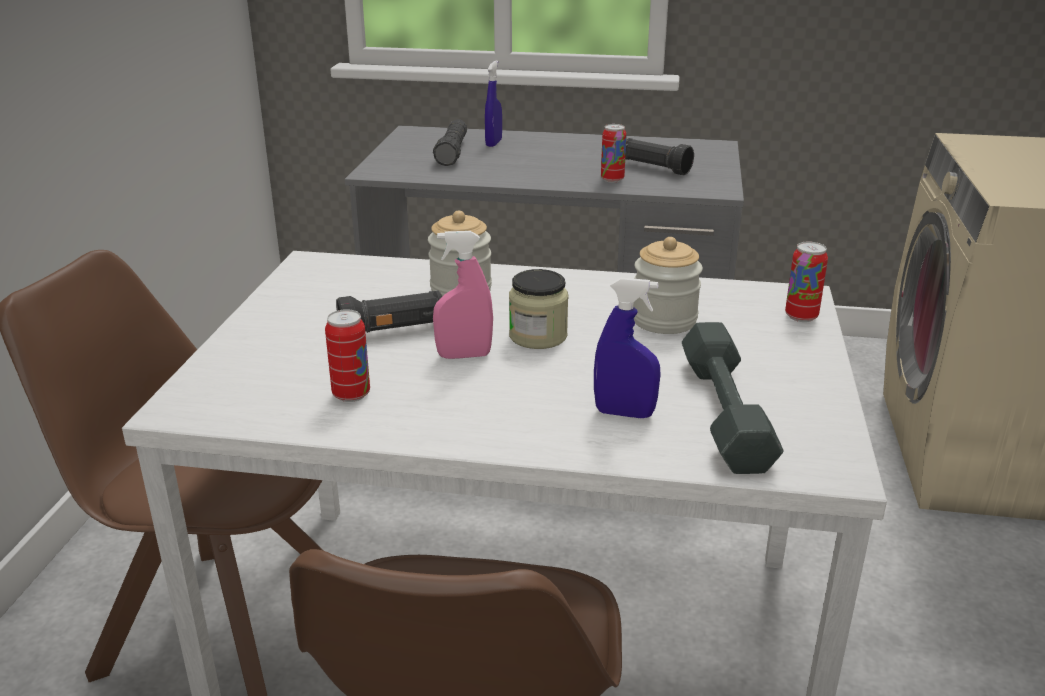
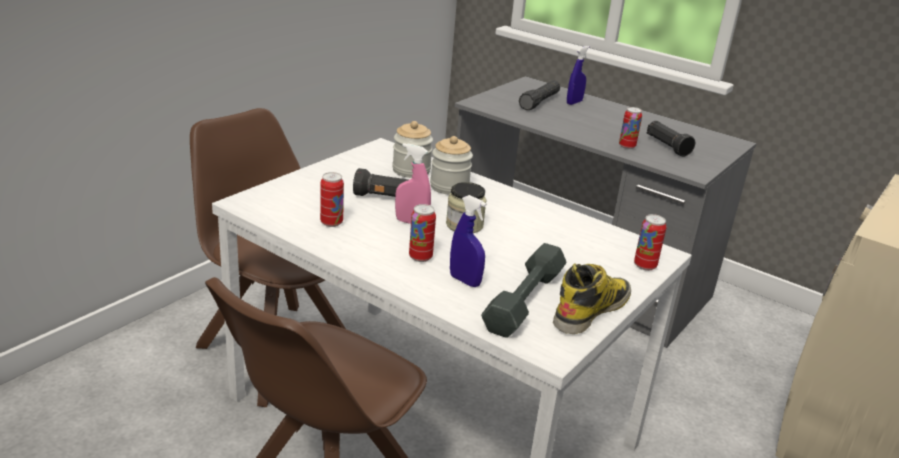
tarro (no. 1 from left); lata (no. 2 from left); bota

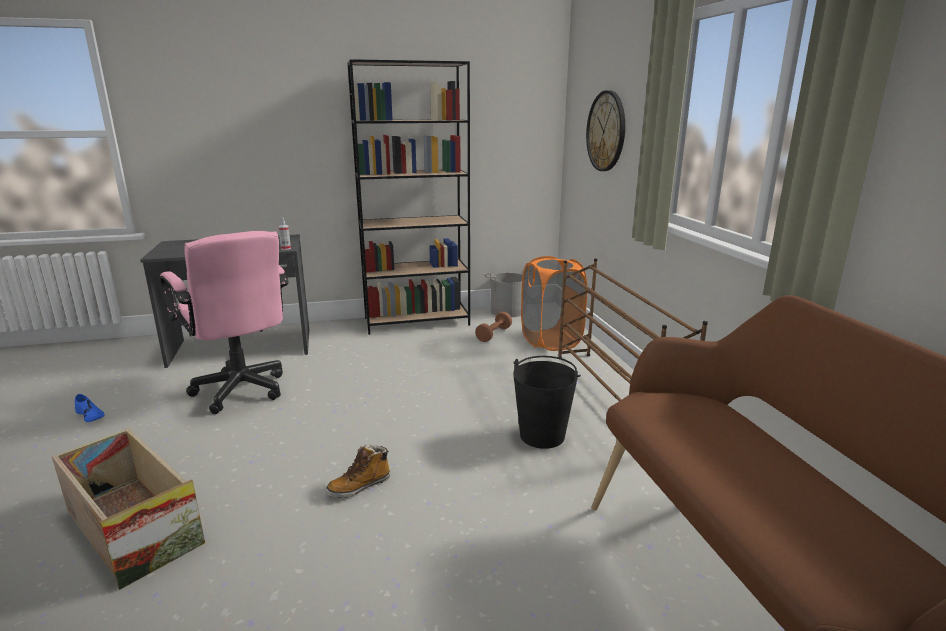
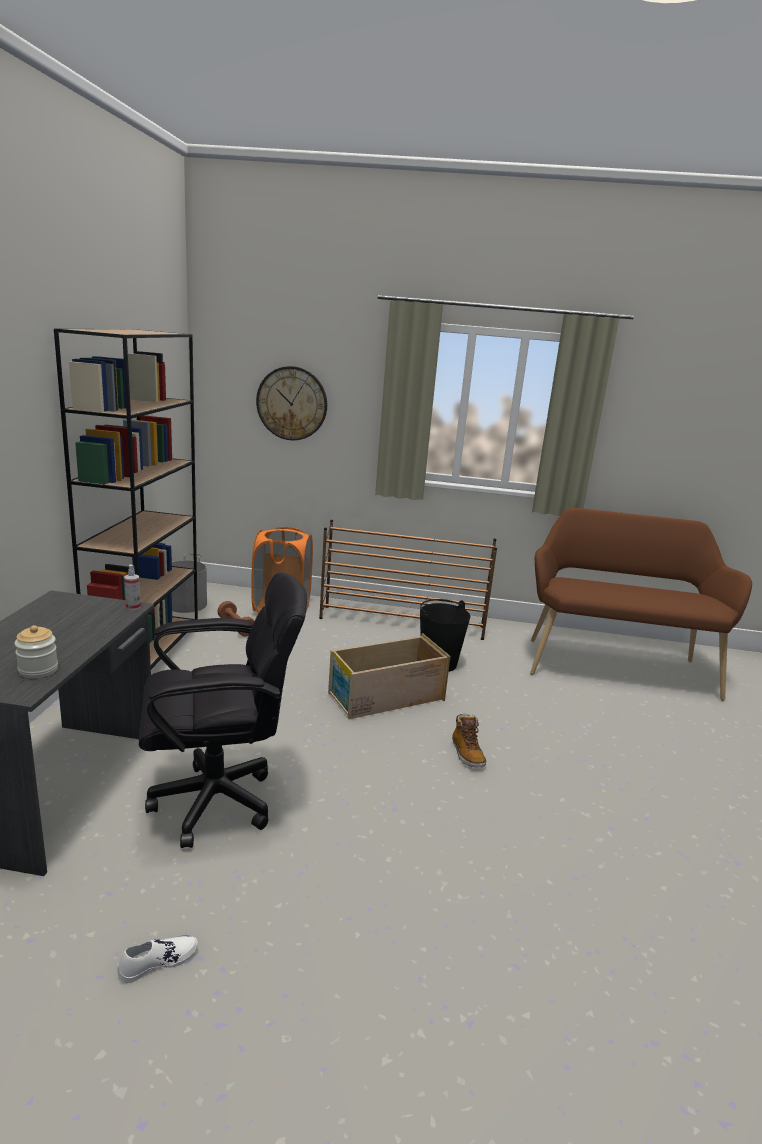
silla de oficina (negro); zapato (blanco); caja de embalaje; tarro

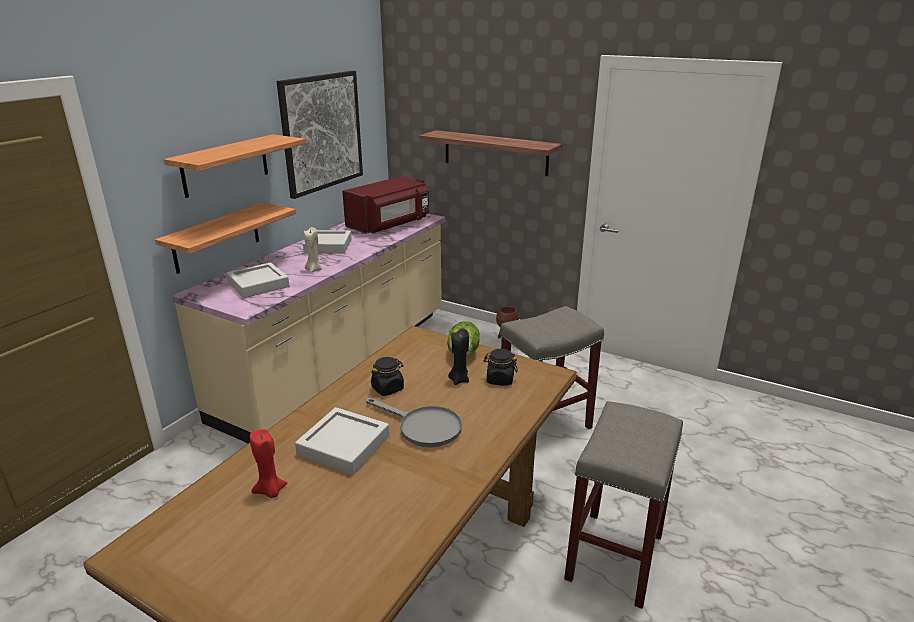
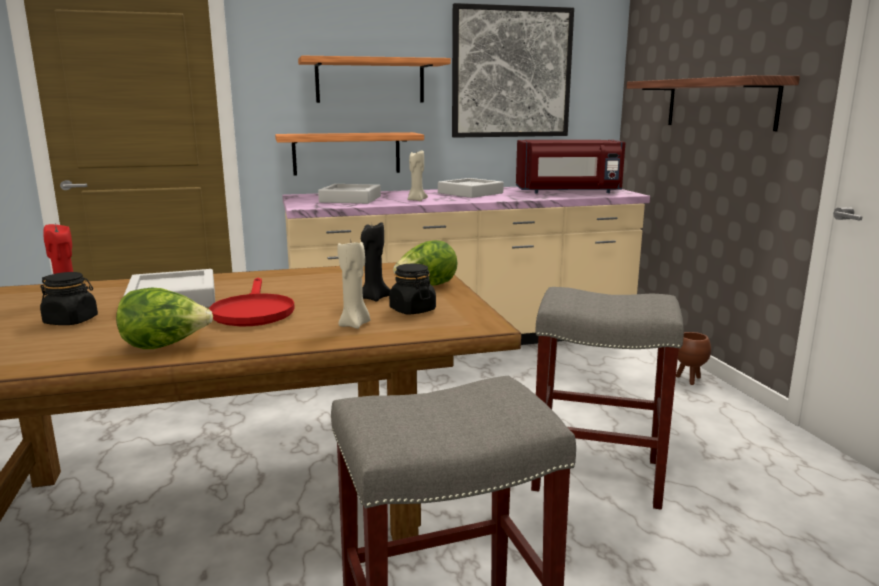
tarro (negro) (no. 1 from left); sartén (rojo); vela (beis) (no. 1 from left); lechuga (no. 1 from left)

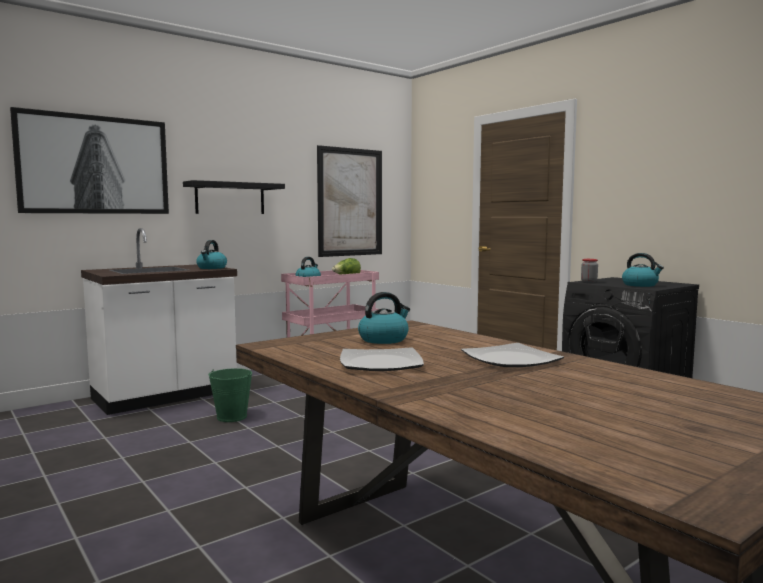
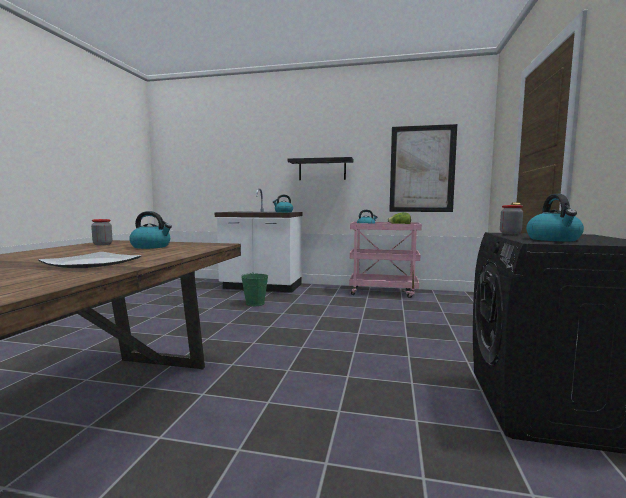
cuadro (no. 1 from left in the first image); plato (no. 1 from left in the first image); tarro (no. 1 from left)

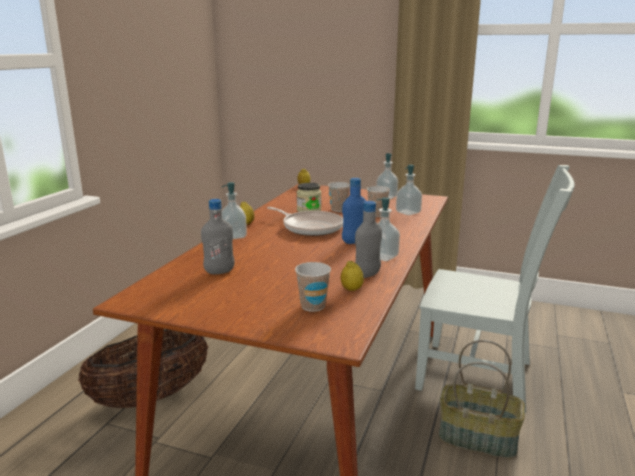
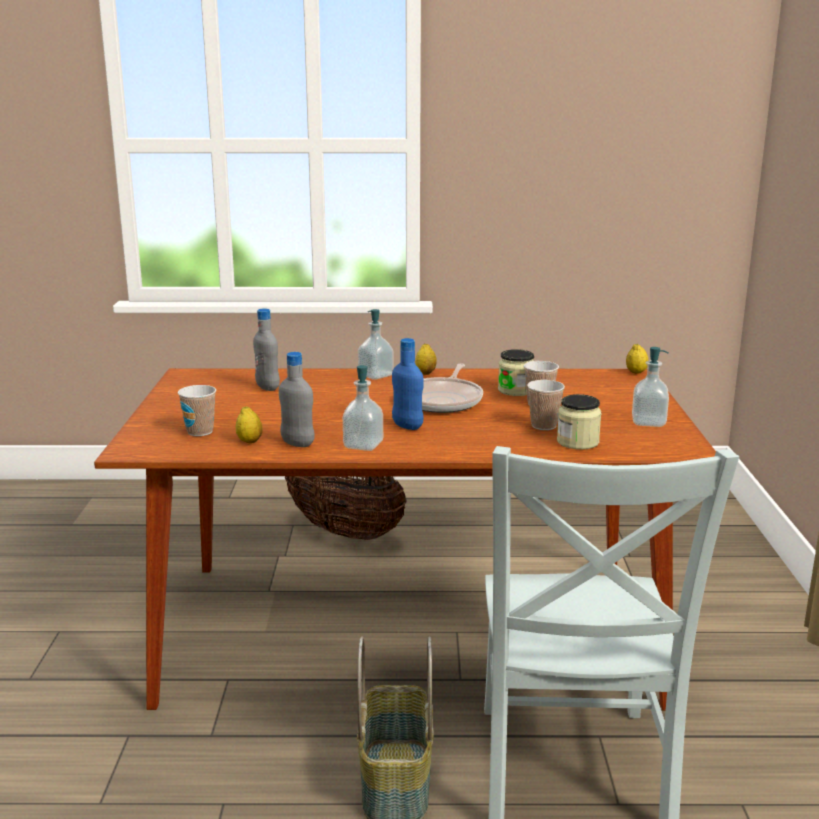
tarro (no. 2 from left)

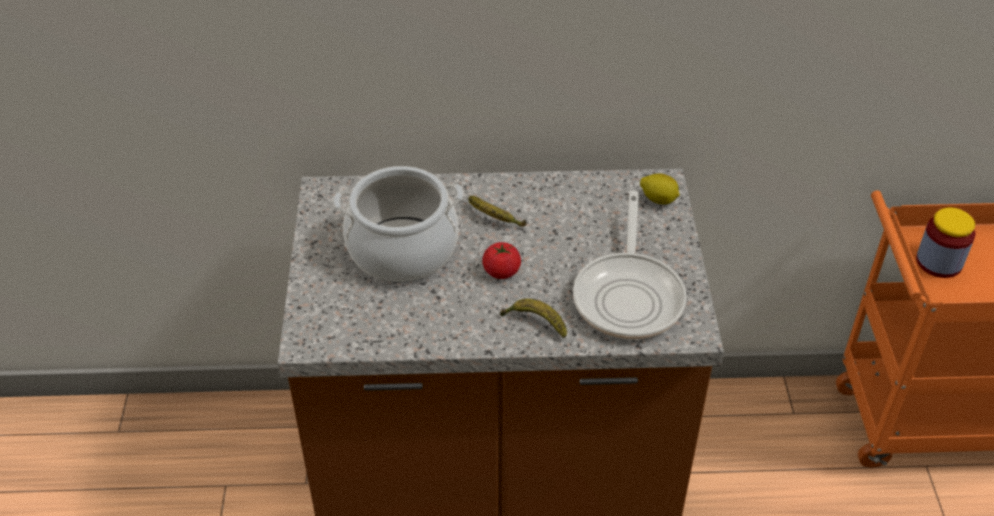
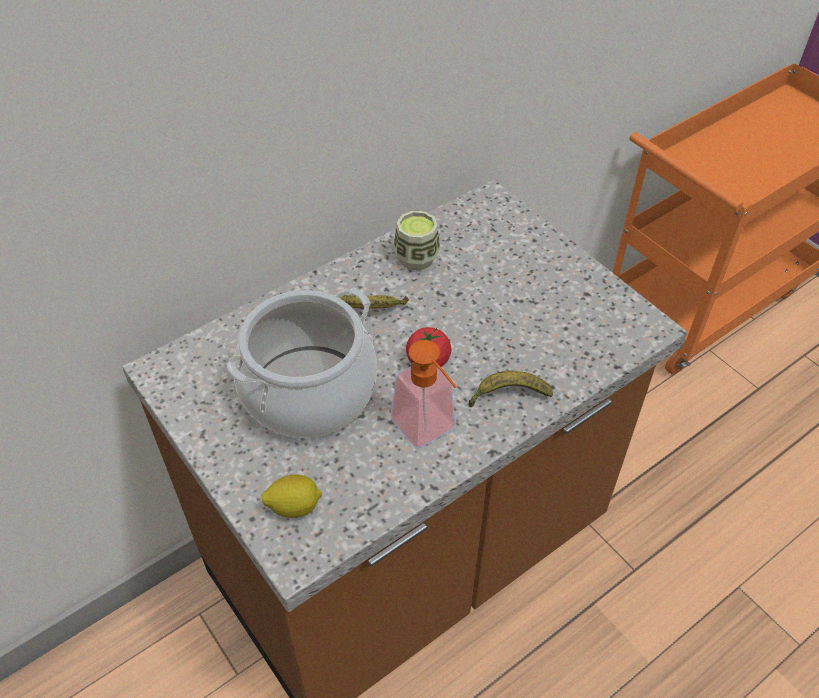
limón; sartén; tarro; taza; dispensador de jabón

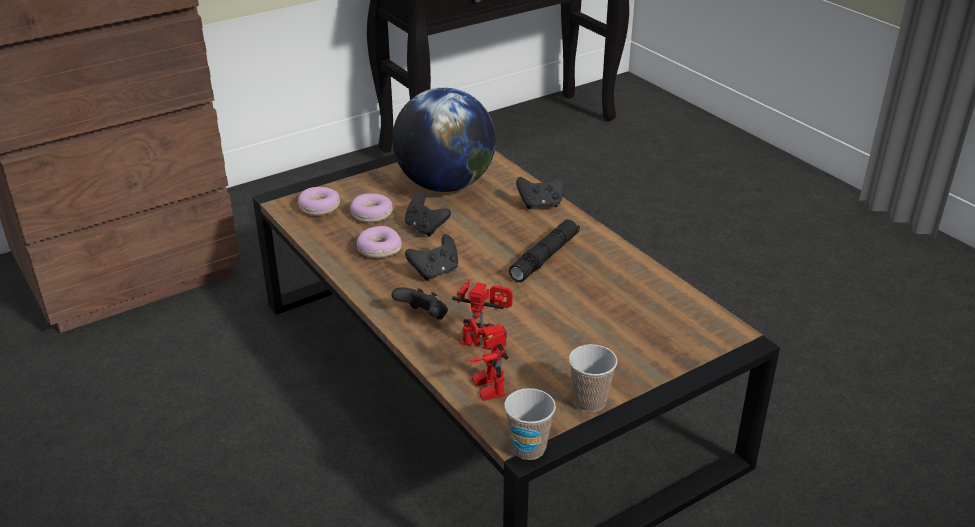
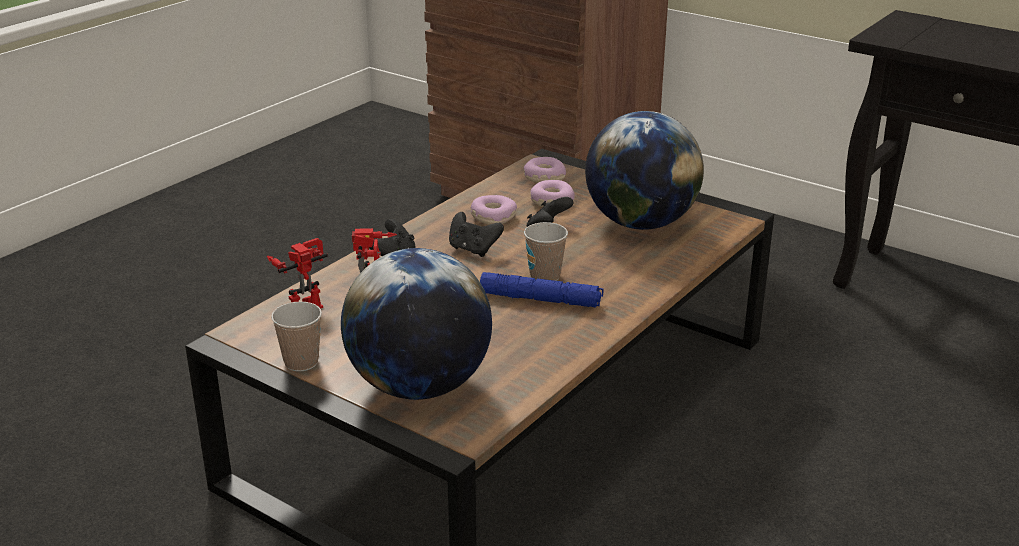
mando de consola (negro) (no. 4 from left in the first image); linterna (azul); taza (no. 2 from left); globo terráqueo (no. 1 from left)

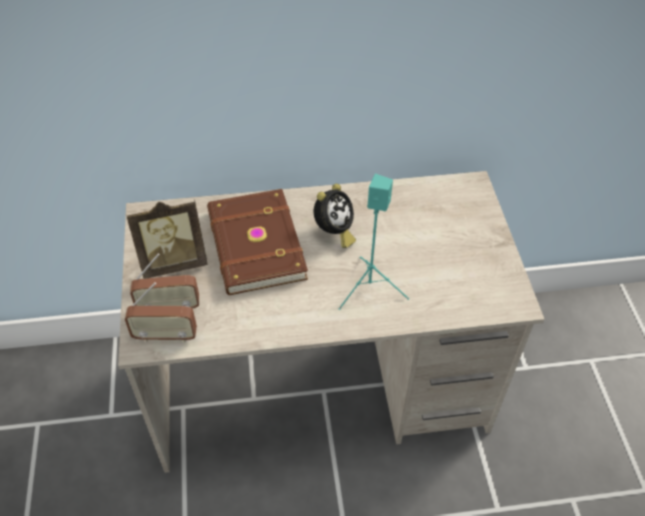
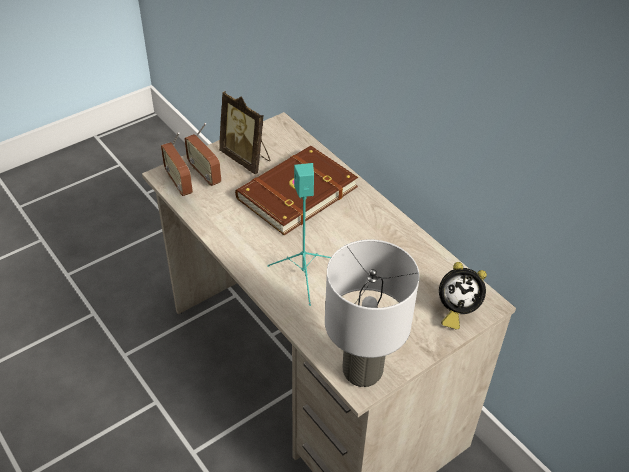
despertador; lámpara de mesa (blanco)

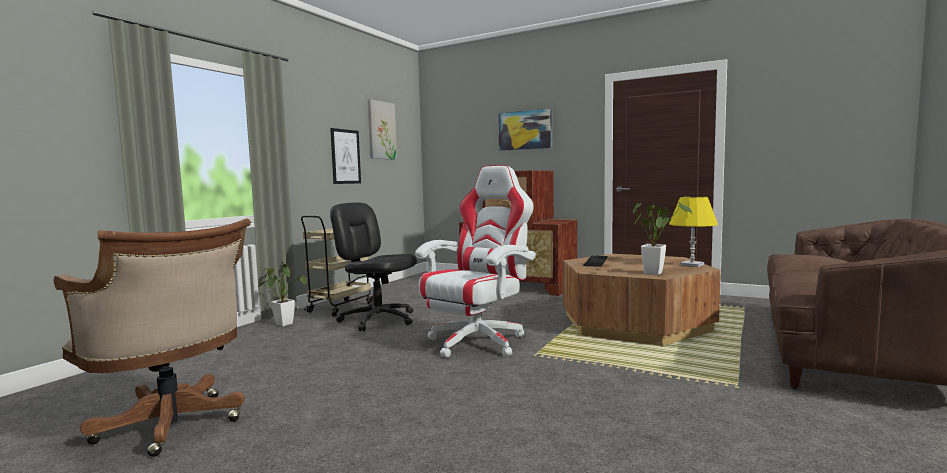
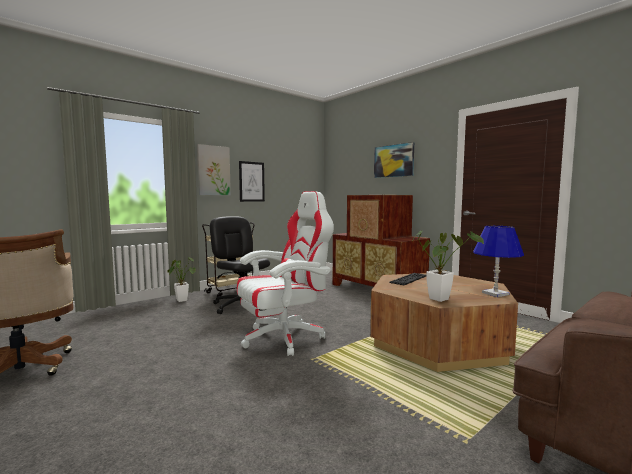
cuadro (no. 1 from left); lámpara de mesa (azul)

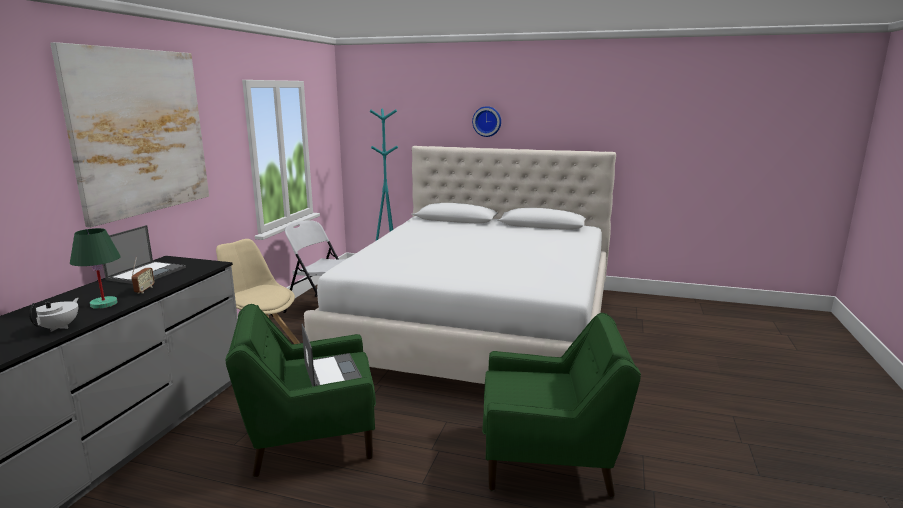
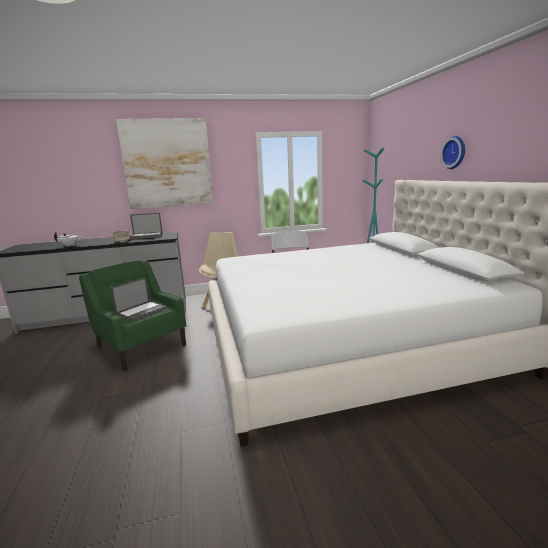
lámpara de mesa (verde); sillón (verde) (no. 2 from left in the first image)

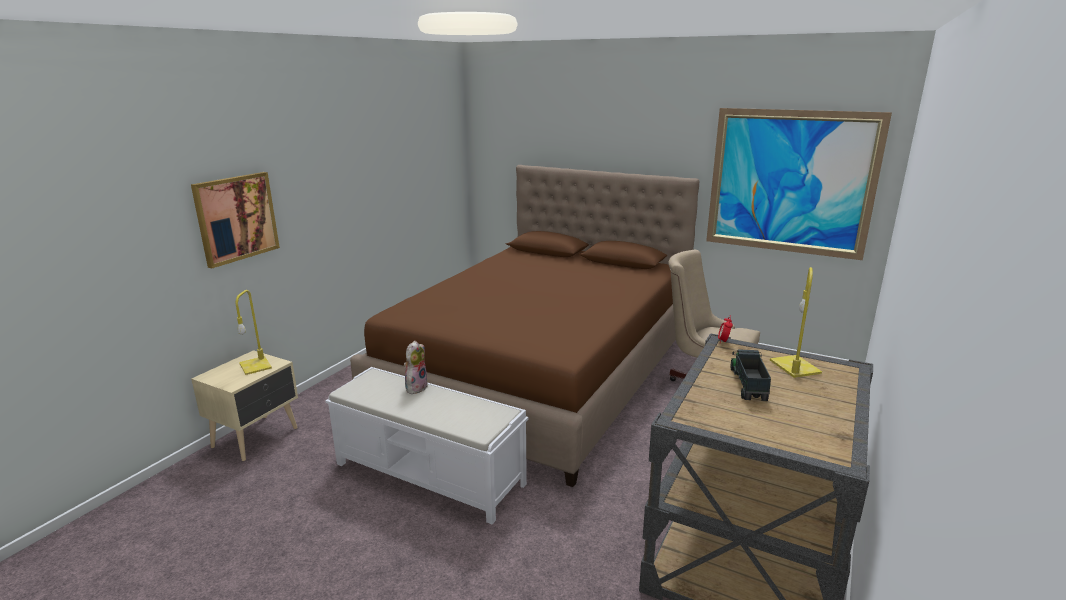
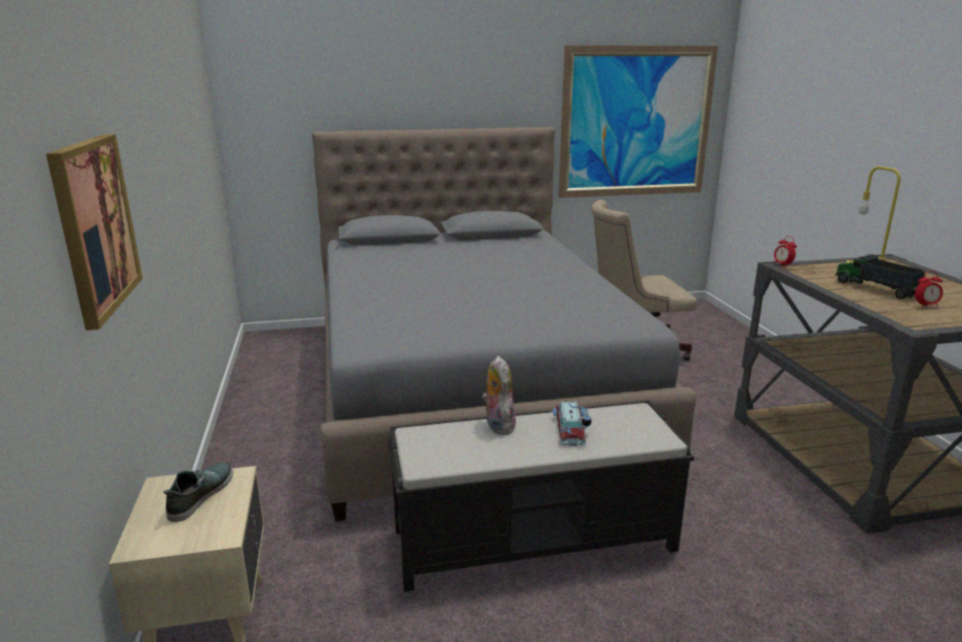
cama (gris); zapato; banco (negro); despertador (no. 2 from left); coche de juguete

